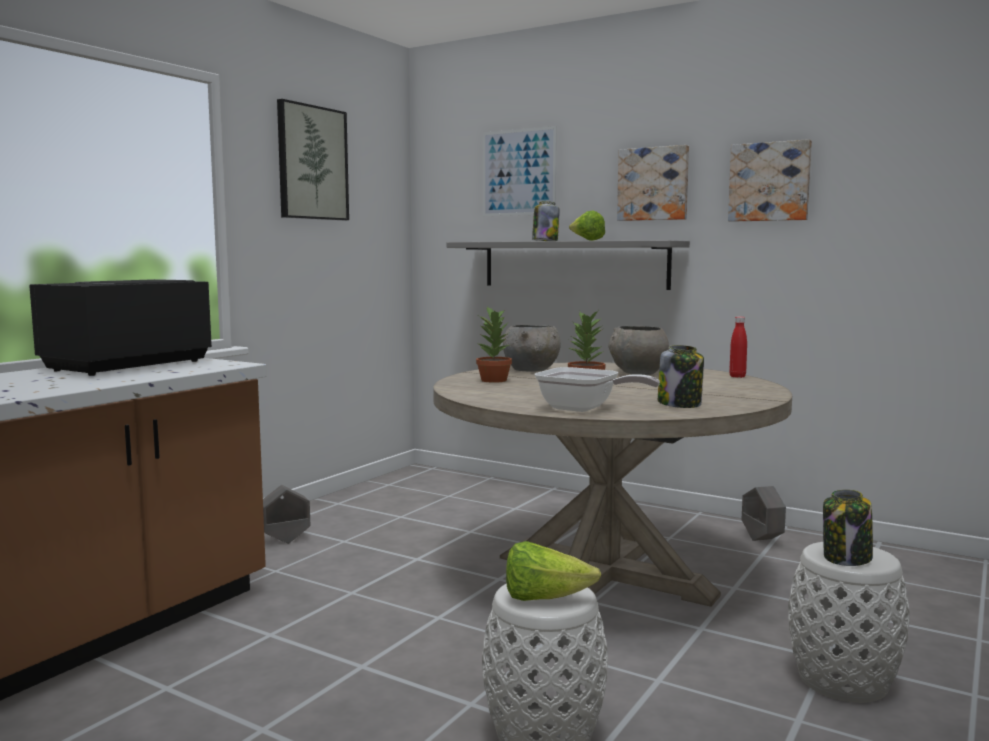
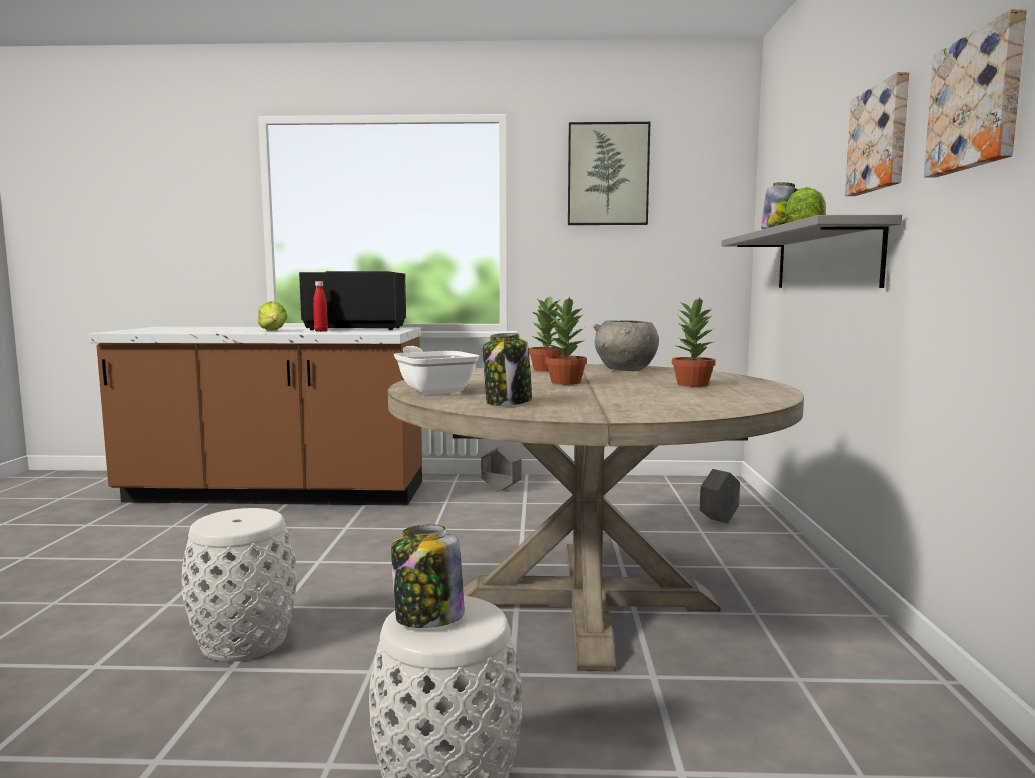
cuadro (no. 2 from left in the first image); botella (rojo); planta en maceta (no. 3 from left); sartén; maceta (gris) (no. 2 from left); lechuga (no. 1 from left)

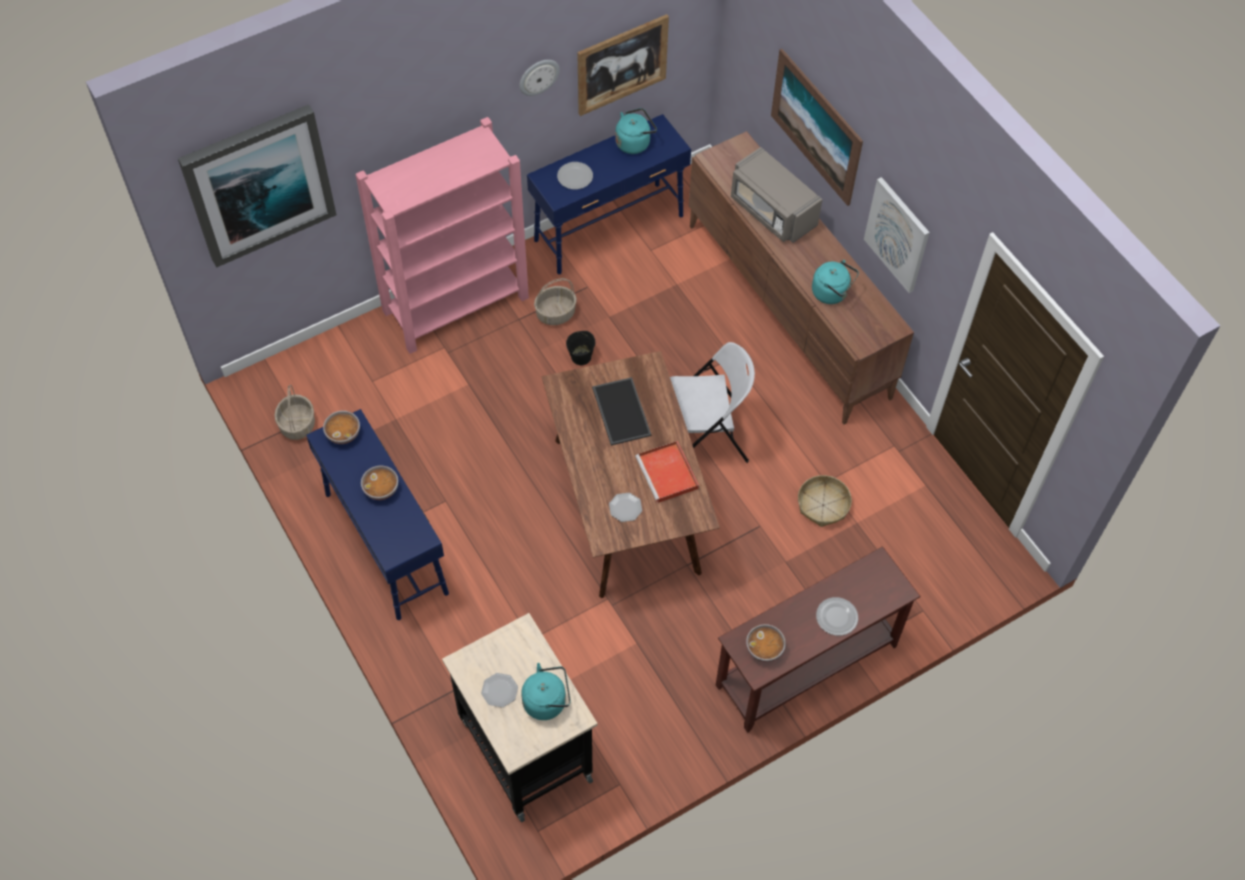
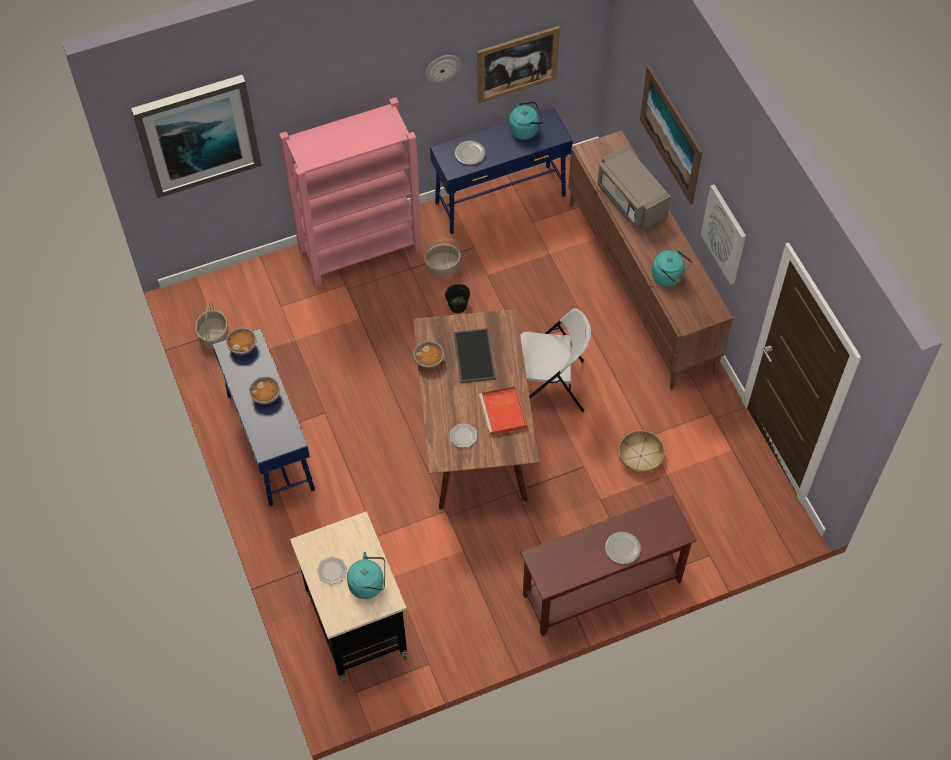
cuenco (no. 3 from left)

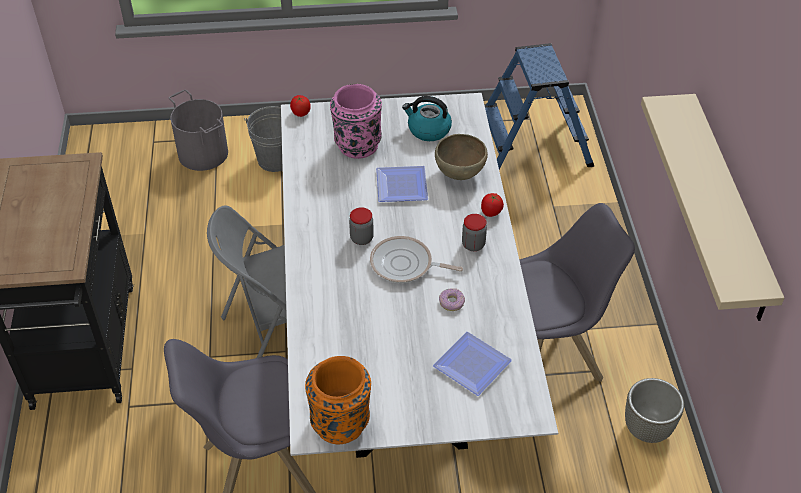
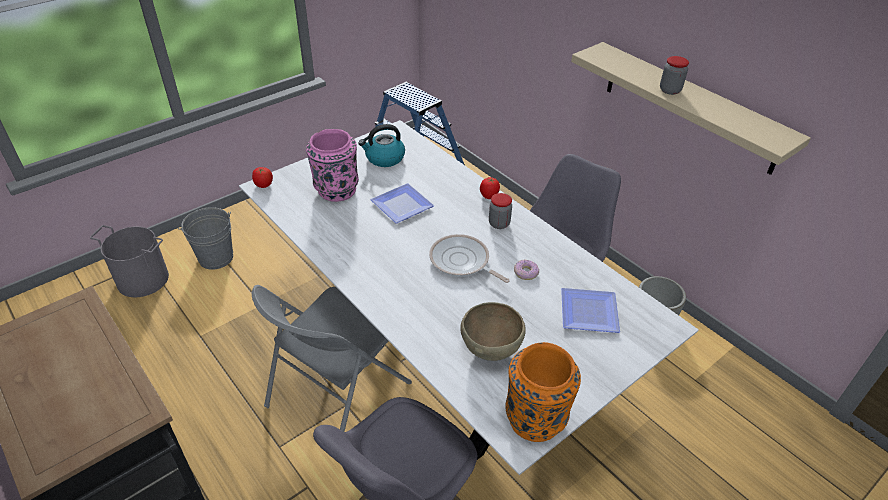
cuenco (marrón); tarro (no. 2 from left); sartén

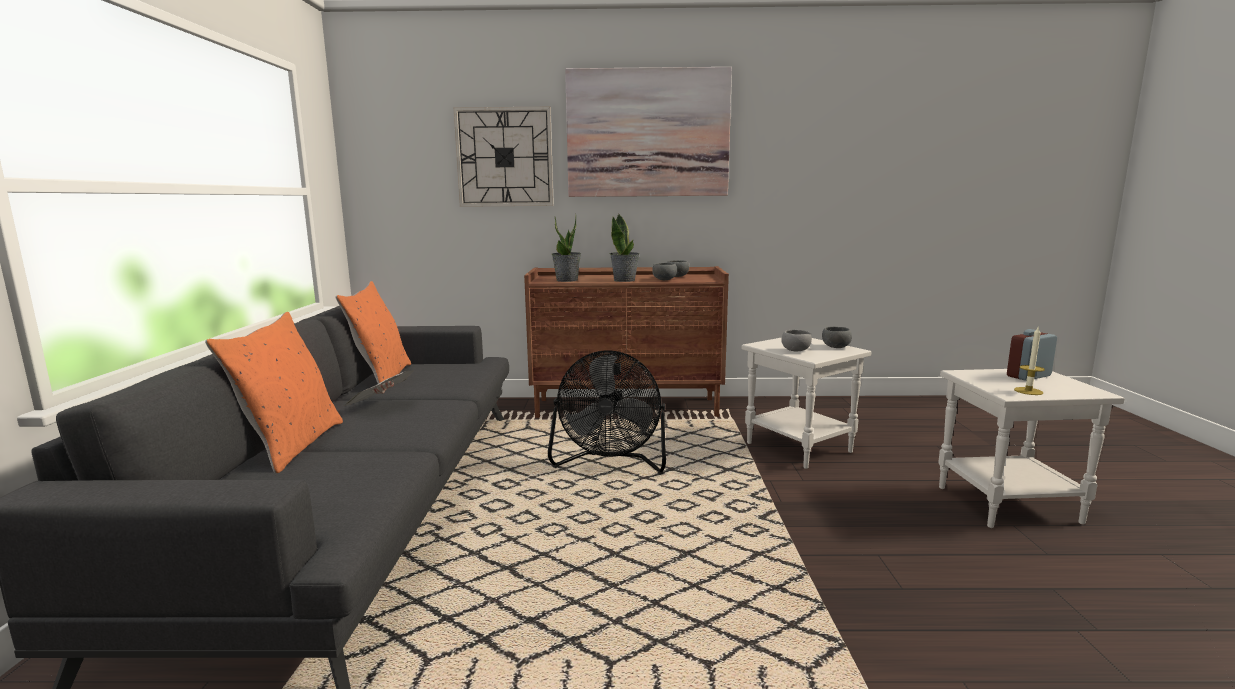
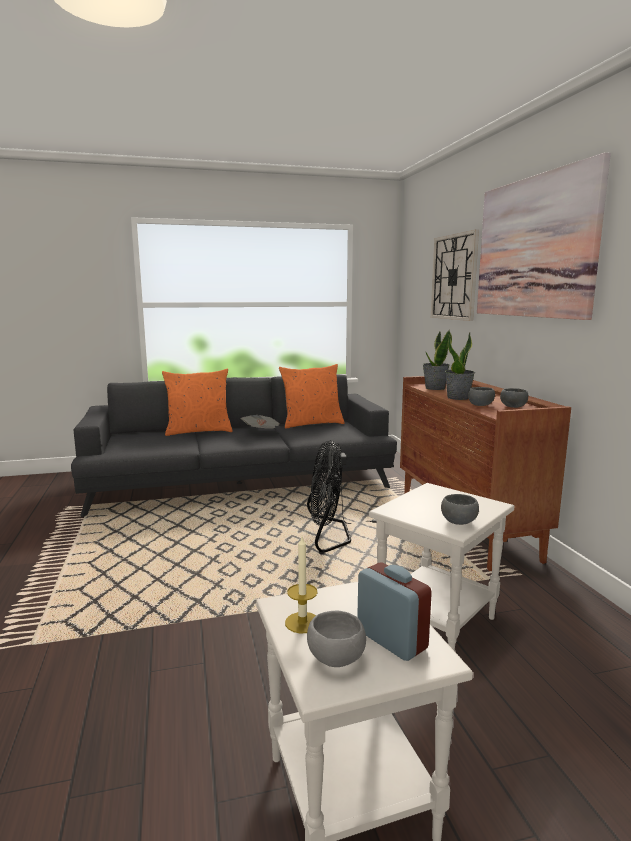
cuenco (gris) (no. 1 from left)

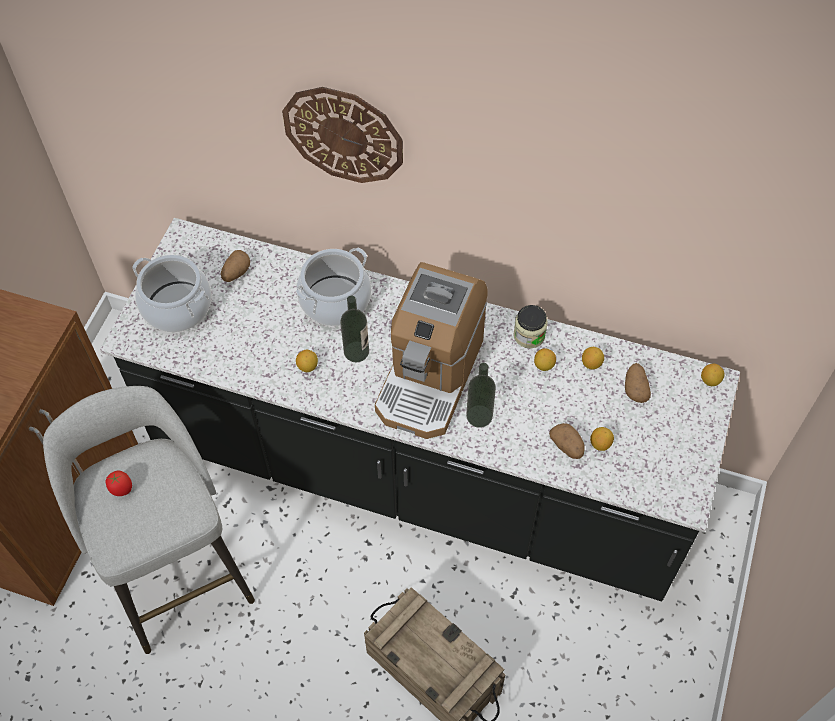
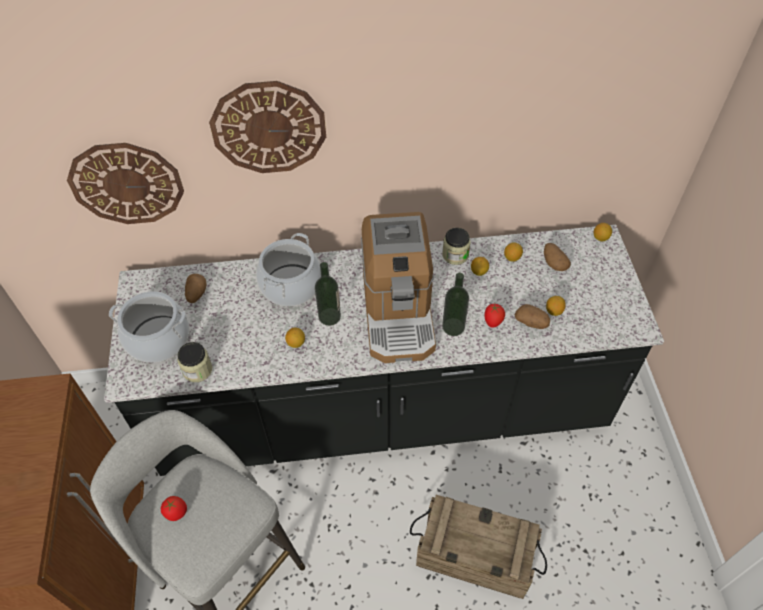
reloj de pared (no. 1 from left); tomate (no. 2 from left); tarro (no. 1 from left)

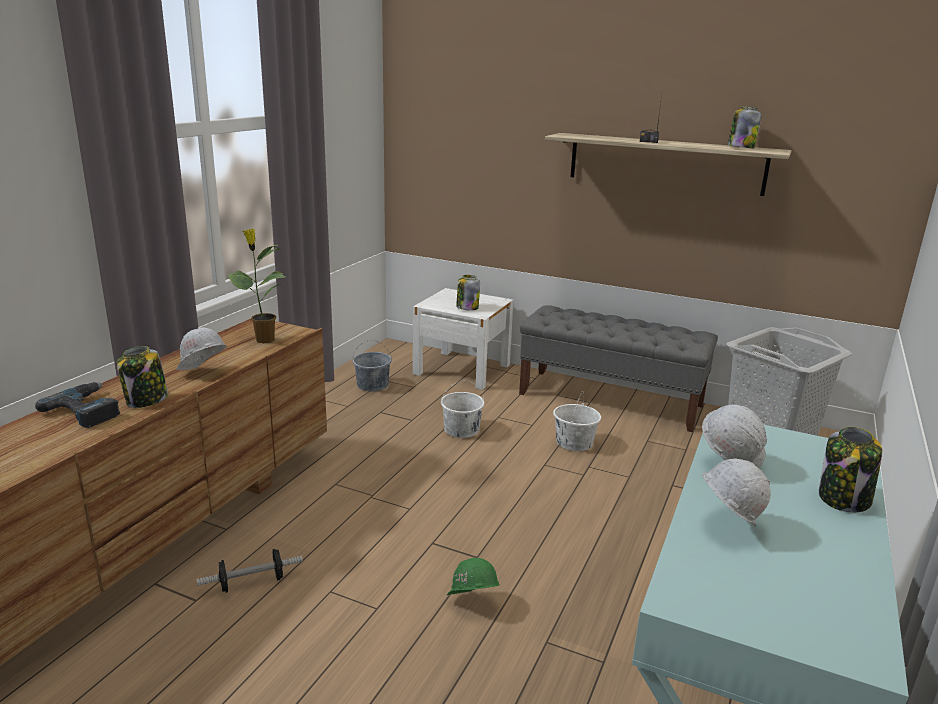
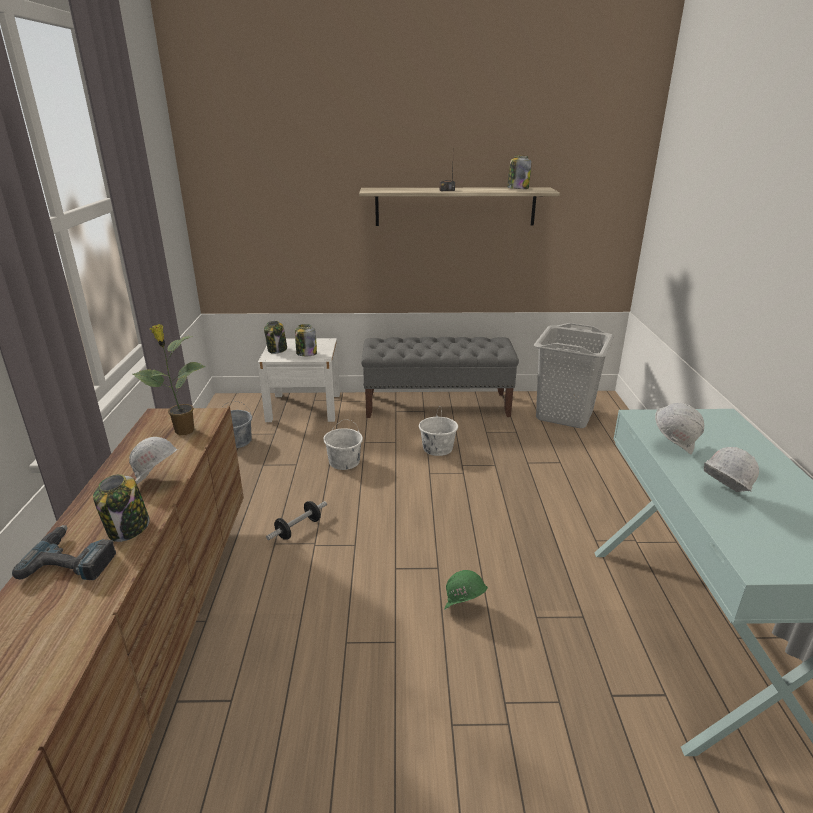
tarro (no. 2 from left); mancuerna

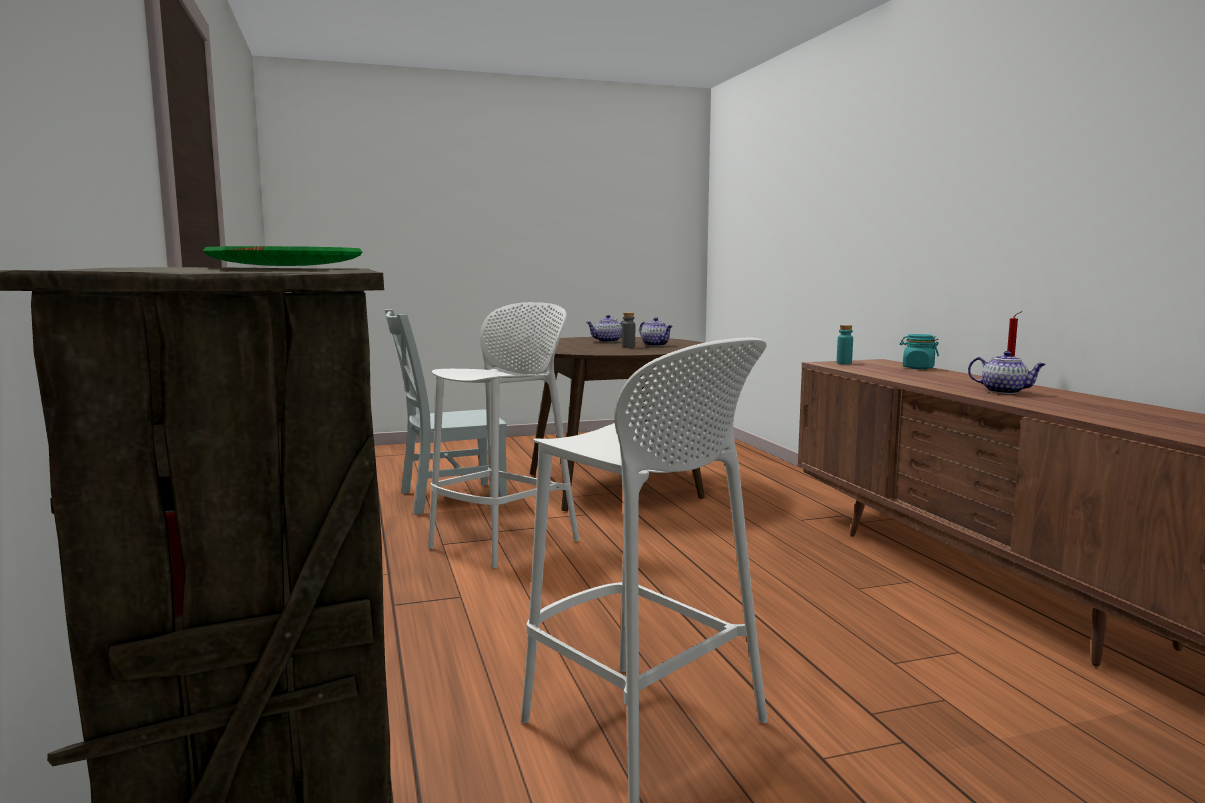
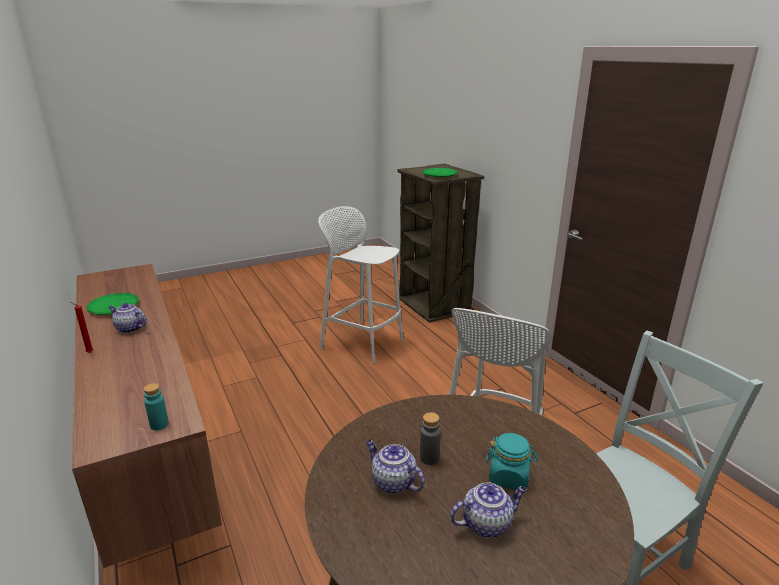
tarro (turquesa); plato (verde) (no. 1 from left)

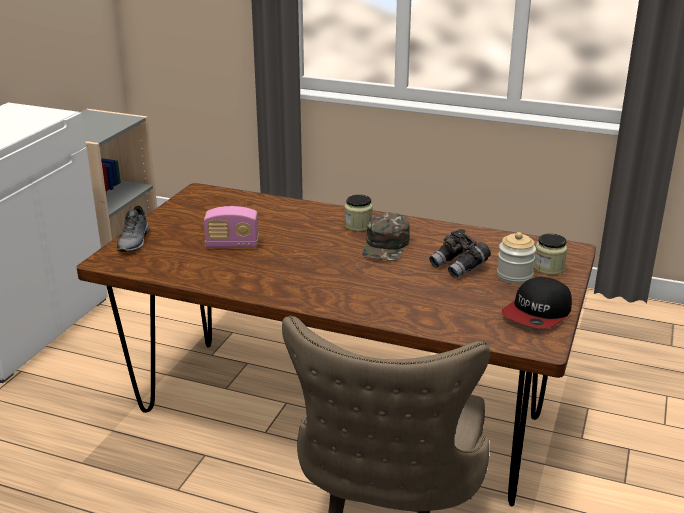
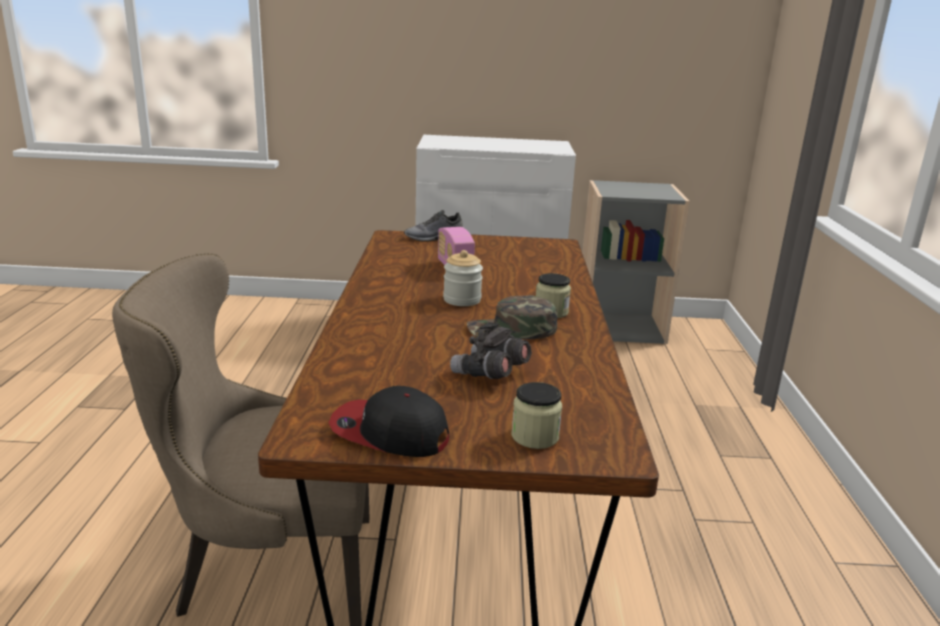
tarro (no. 1 from left)

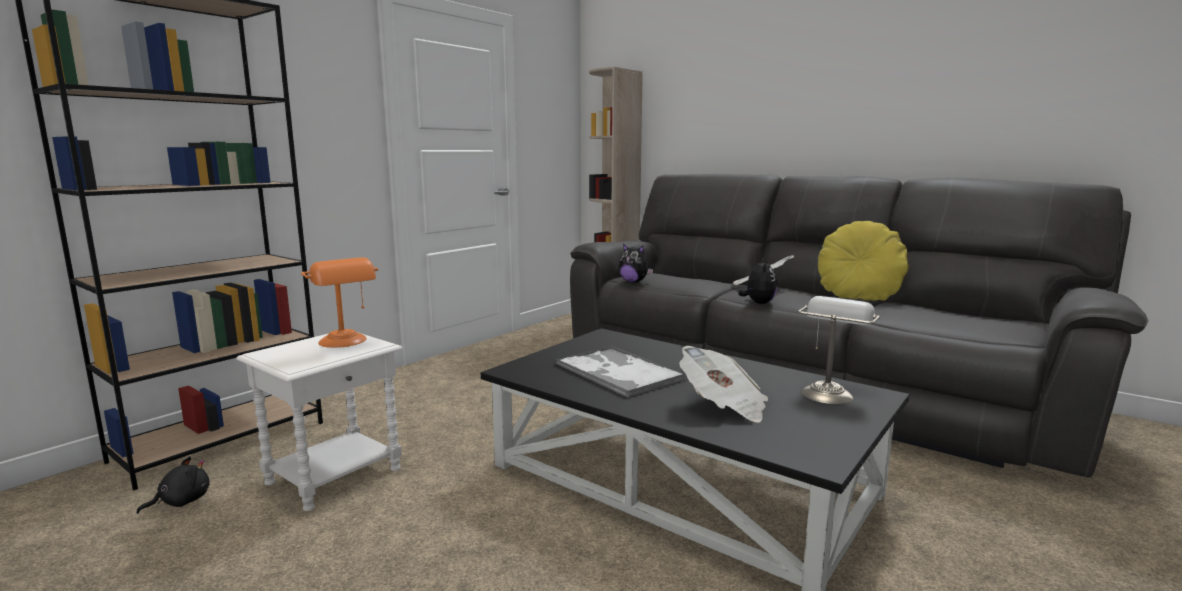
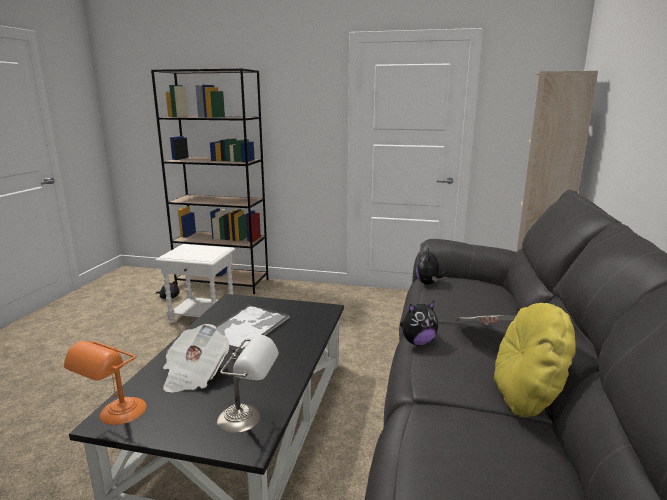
lámpara de mesa (naranja)

